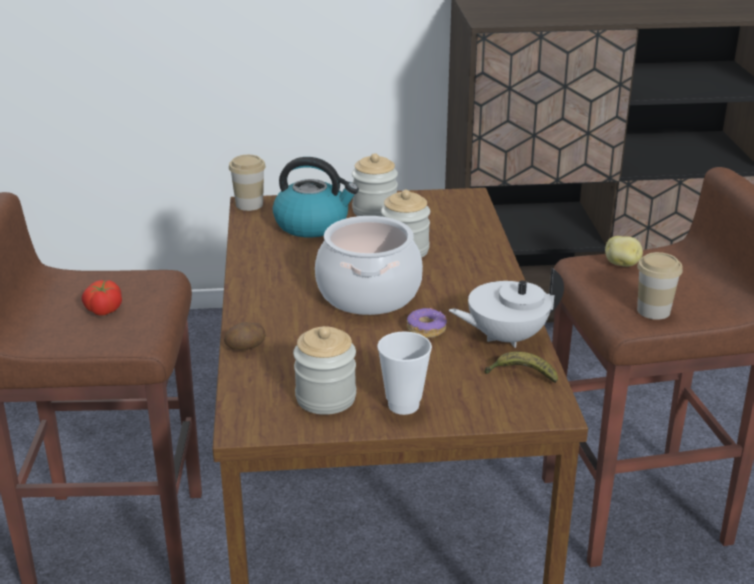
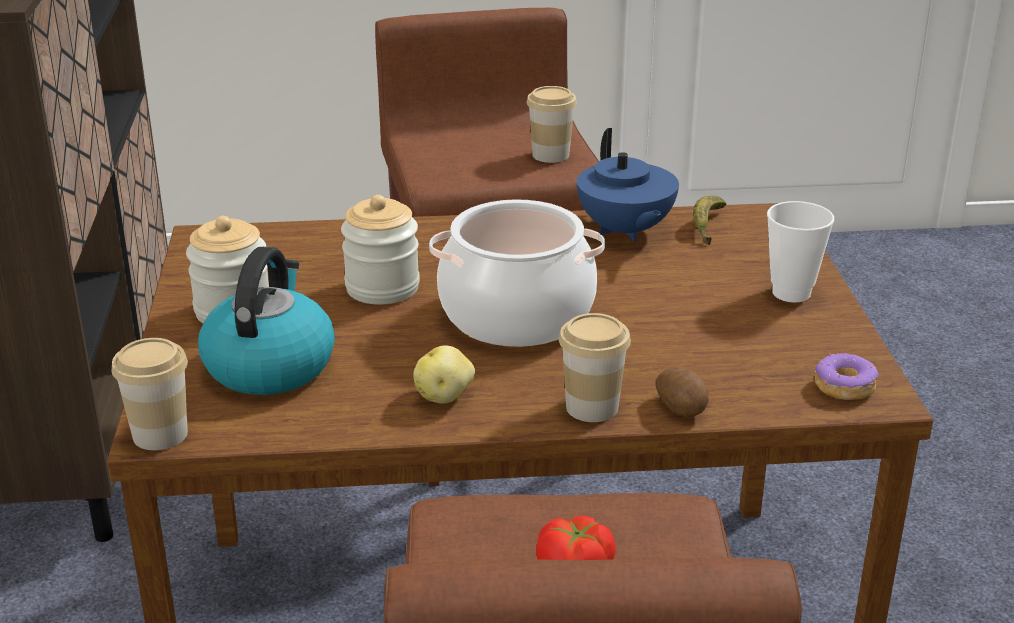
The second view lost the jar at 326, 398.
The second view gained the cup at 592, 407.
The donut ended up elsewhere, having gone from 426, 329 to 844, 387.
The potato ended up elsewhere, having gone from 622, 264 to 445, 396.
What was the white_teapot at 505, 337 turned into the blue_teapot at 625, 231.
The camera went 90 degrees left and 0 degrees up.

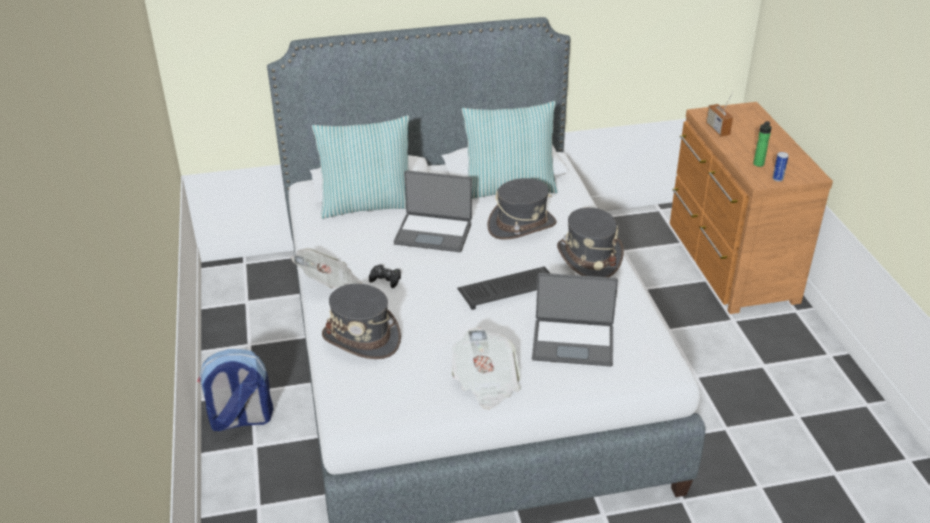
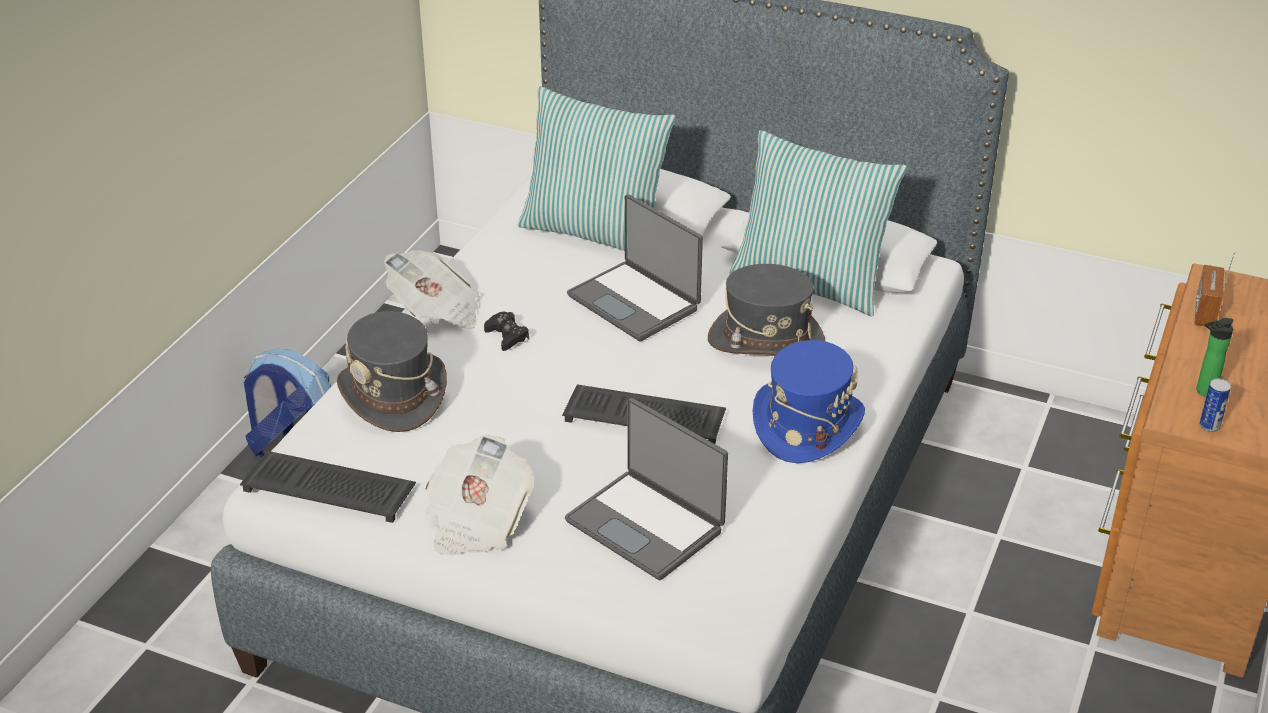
The second view gained the keyboard at 331, 487.
What was the grey_hat at 589, 258 turned into the blue_hat at 807, 425.
The camera went 35 degrees right and 0 degrees up.

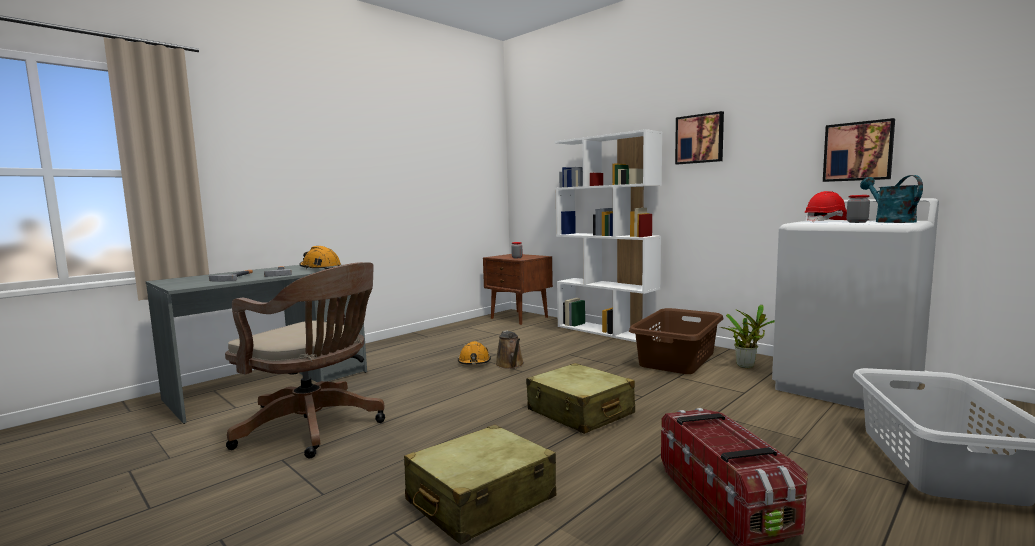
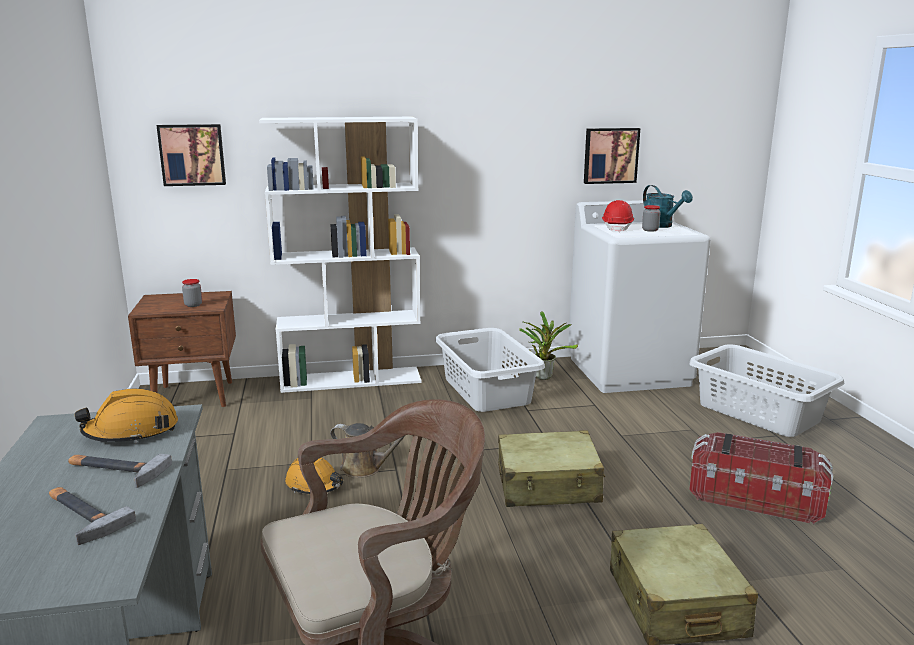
The picture ended up elsewhere, having gone from 700, 139 to 192, 154.
What was the brown_laundry_basket at 676, 359 turned into the grey_laundry_basket at 486, 391.
The turquoise_watering_can at 889, 221 ended up facing another way, 150 degrees counterclockwise from before.
The camera went 55 degrees left and 10 degrees up.

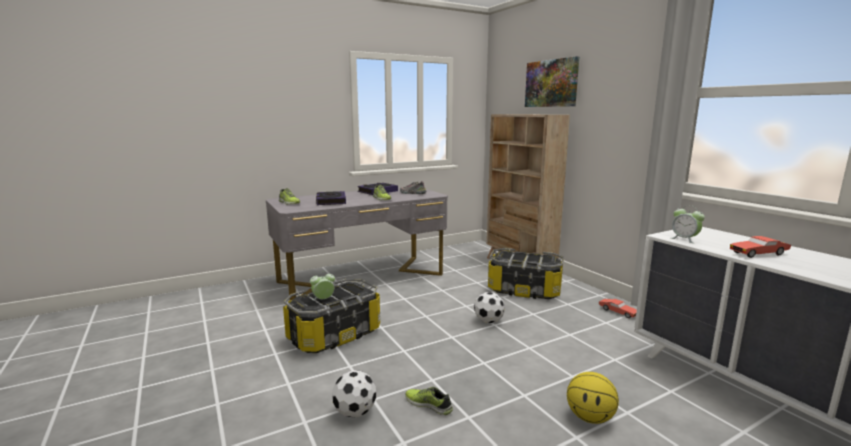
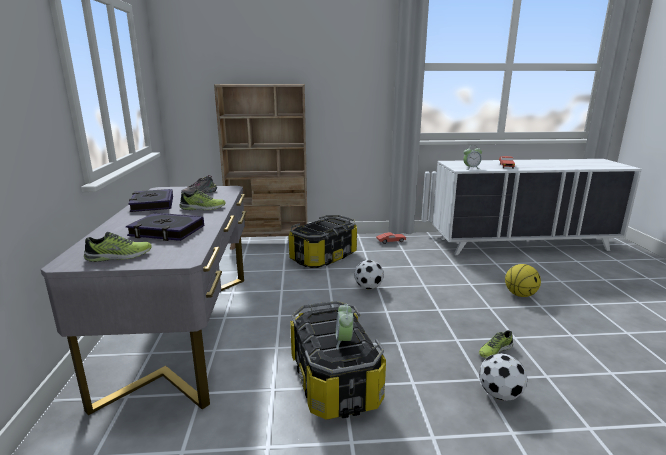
The second view lost the picture at 551, 83.
The camera went 65 degrees left and 5 degrees up.

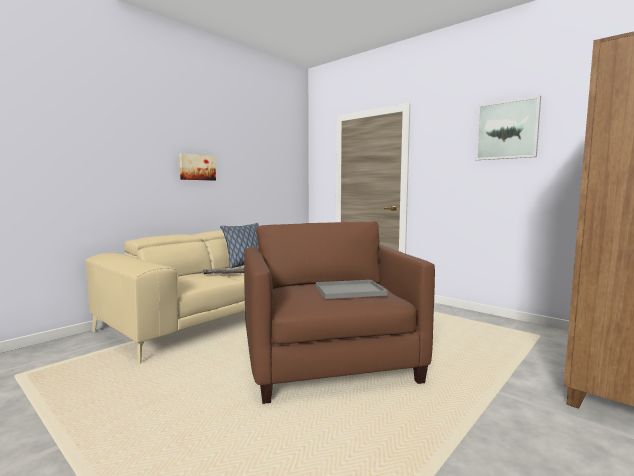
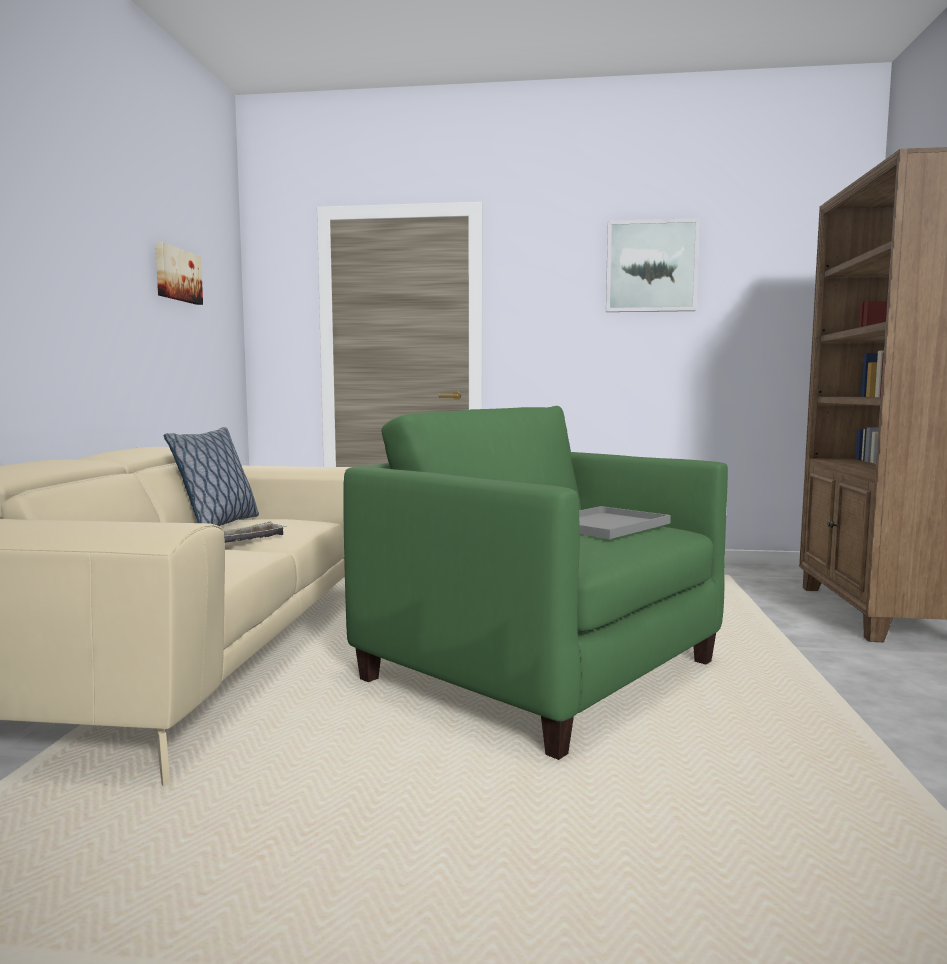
The picture ended up elsewhere, having gone from 197, 167 to 177, 275.
What was the brown_armchair at 329, 362 turned into the green_armchair at 542, 672.
The camera went 35 degrees left and 0 degrees up.

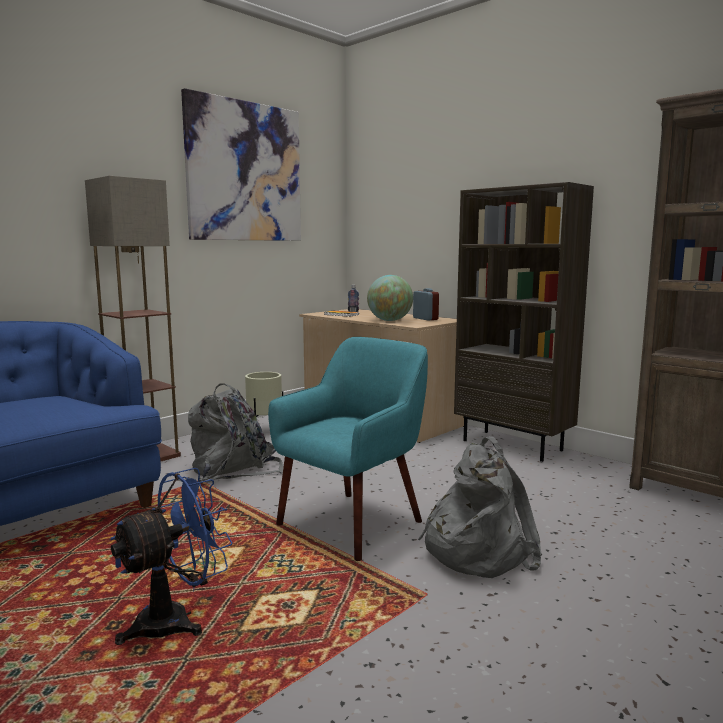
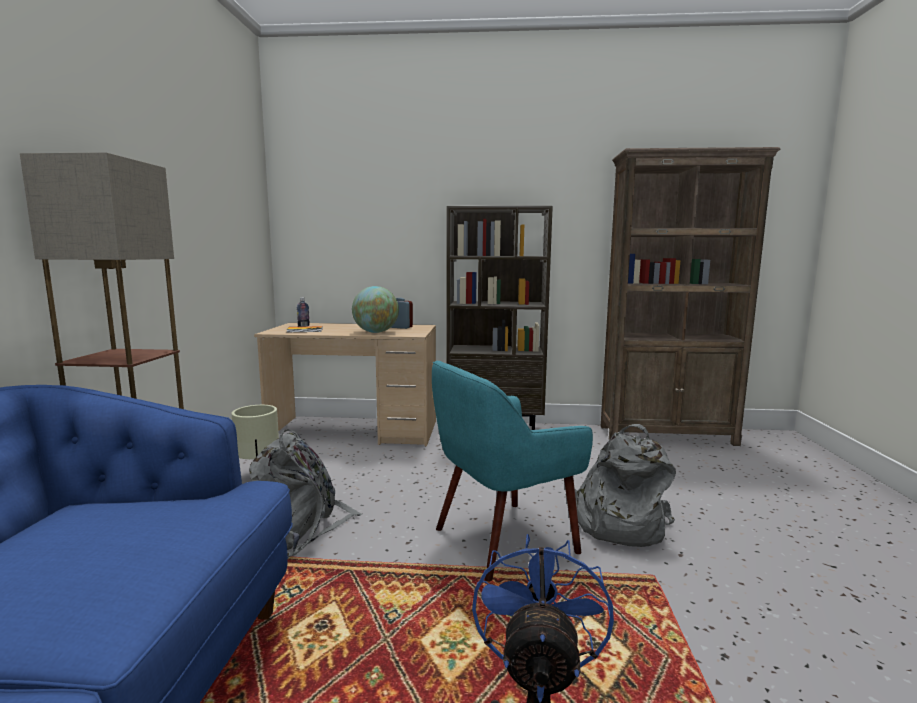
The second view lost the picture at 245, 172.
The turquoise_armchair at 352, 523 ended up facing another way, 120 degrees counterclockwise from before.
The camera went 40 degrees left and 0 degrees up.

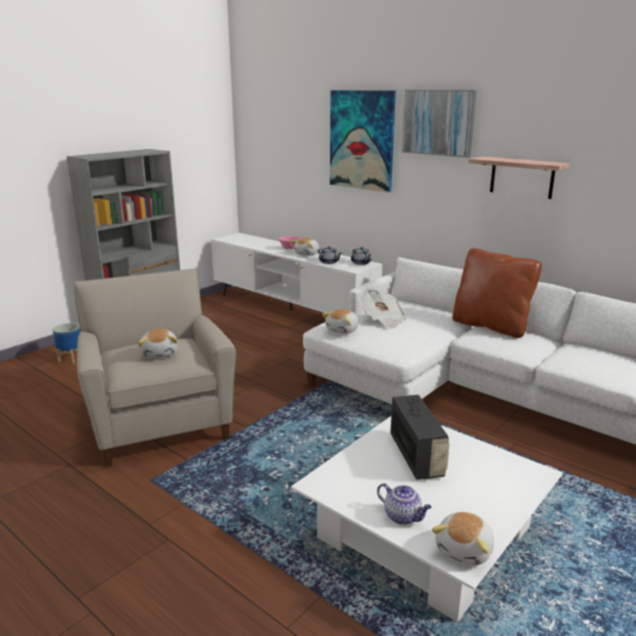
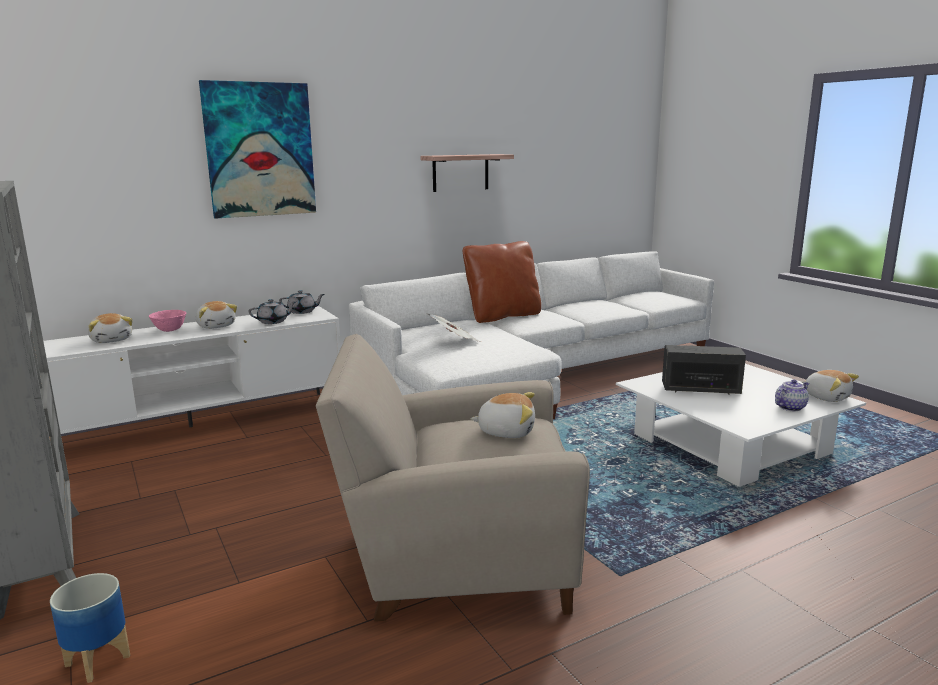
The second view lost the picture at 438, 122.
The plush_toy ended up elsewhere, having gone from 343, 330 to 112, 340.
The camera went 70 degrees left and 5 degrees down.

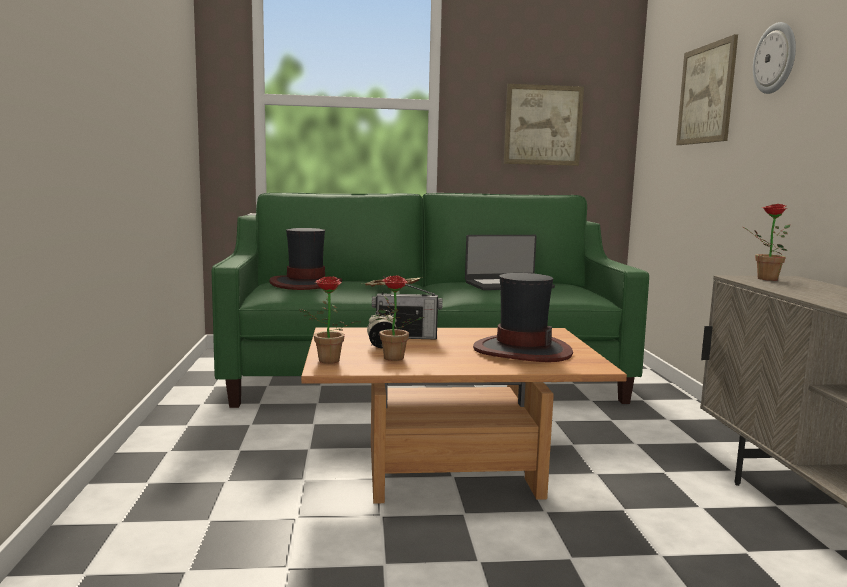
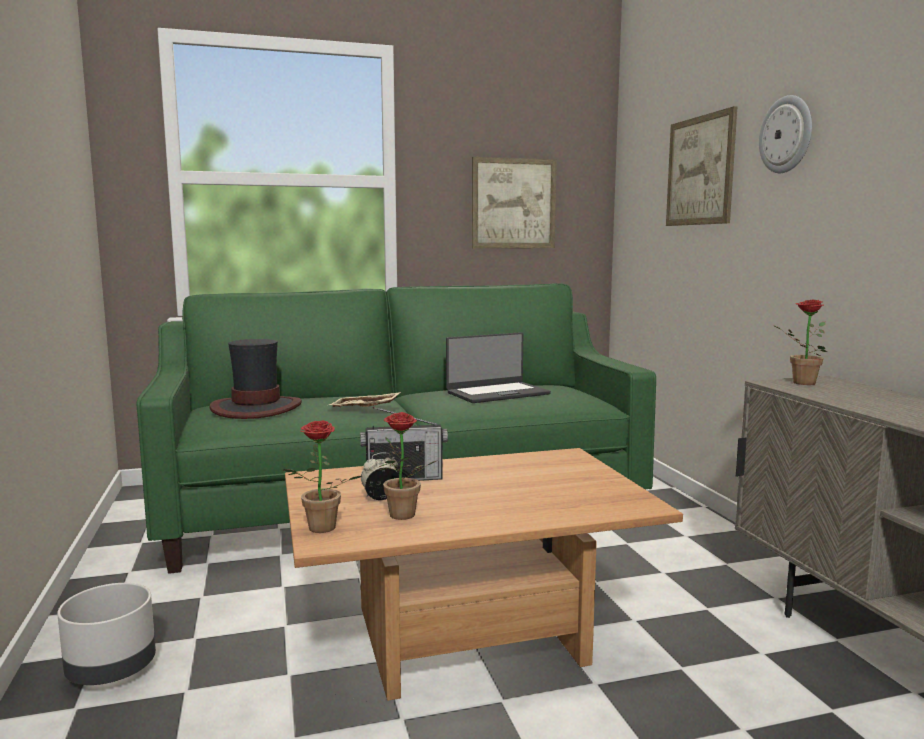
The second view lost the hat at 521, 350.
The second view gained the grey_planter at 111, 671.
The camera went 10 degrees left and 0 degrees up.

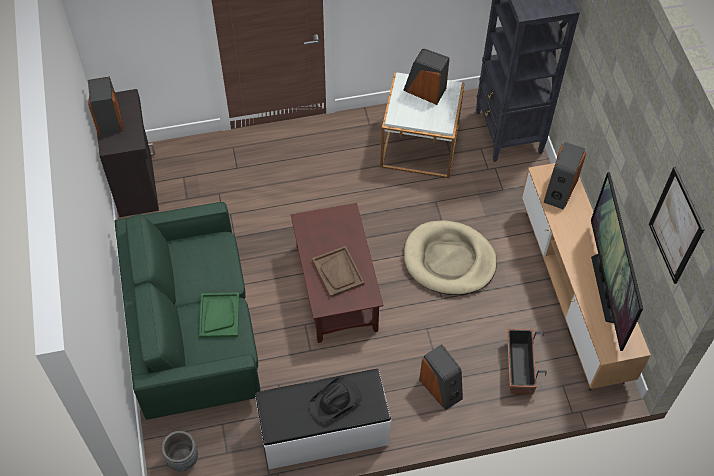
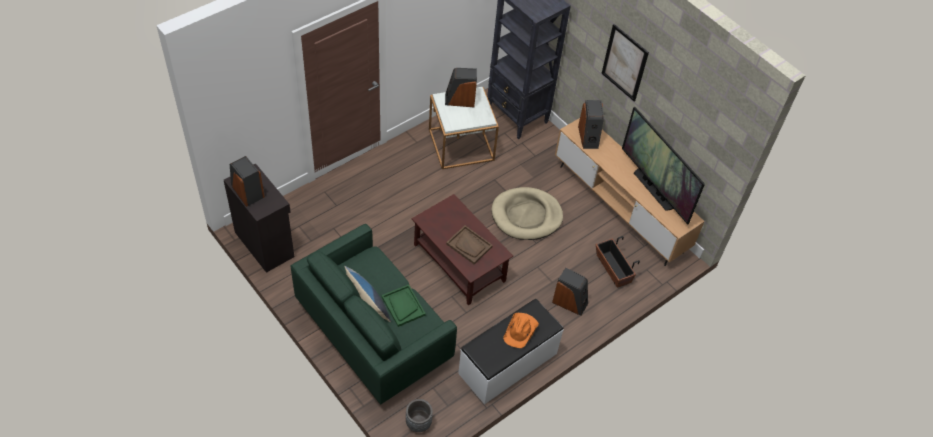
The second view gained the pillow at 367, 302.
The picture ended up elsewhere, having gone from 676, 226 to 624, 63.
What was the black_hat at 335, 401 turned into the orange_hat at 520, 331.
The camera went 30 degrees left and 5 degrees down.

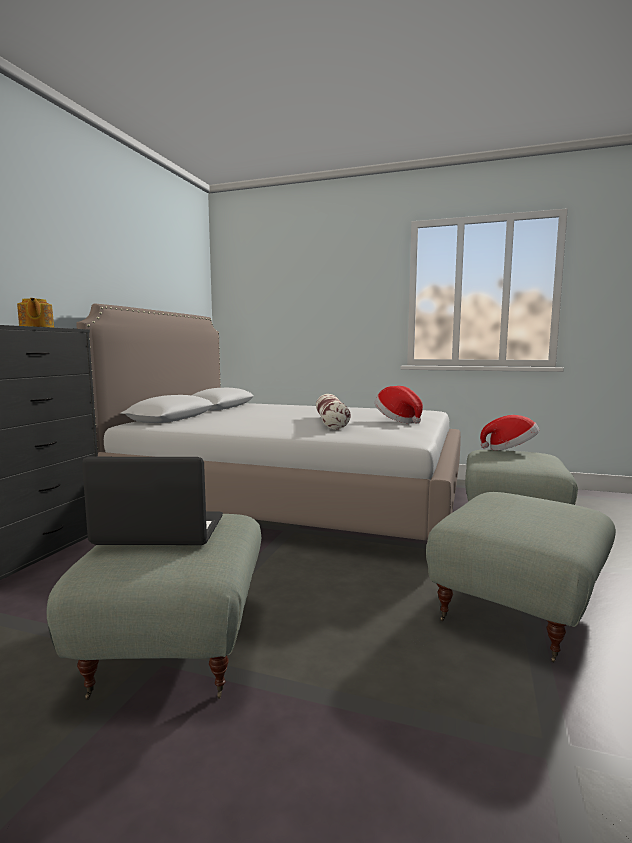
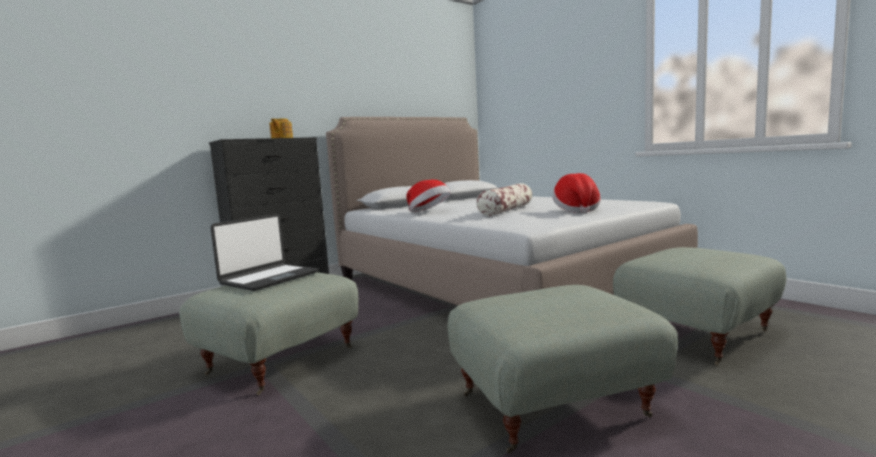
The hat ended up elsewhere, having gone from 510, 449 to 429, 212.
The laptop at 160, 531 ended up facing another way, 90 degrees clockwise from before.
The camera went 35 degrees right and 0 degrees up.

